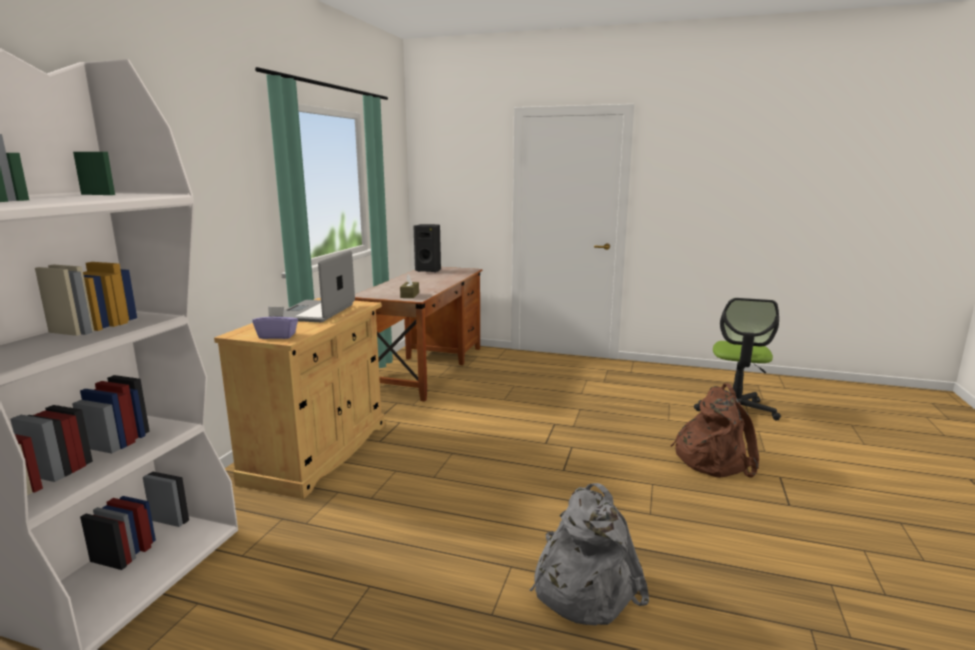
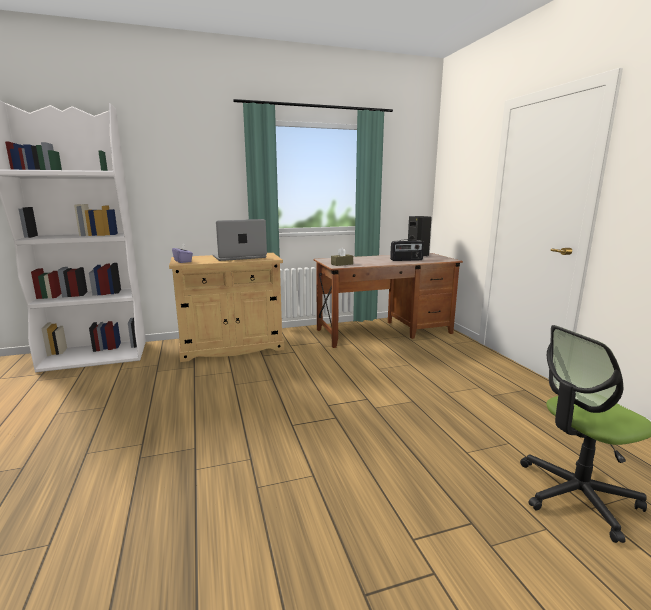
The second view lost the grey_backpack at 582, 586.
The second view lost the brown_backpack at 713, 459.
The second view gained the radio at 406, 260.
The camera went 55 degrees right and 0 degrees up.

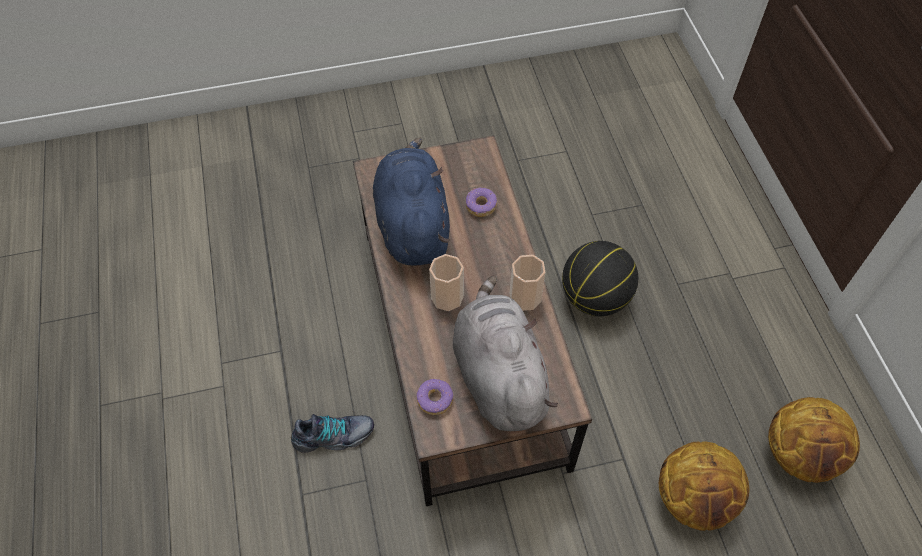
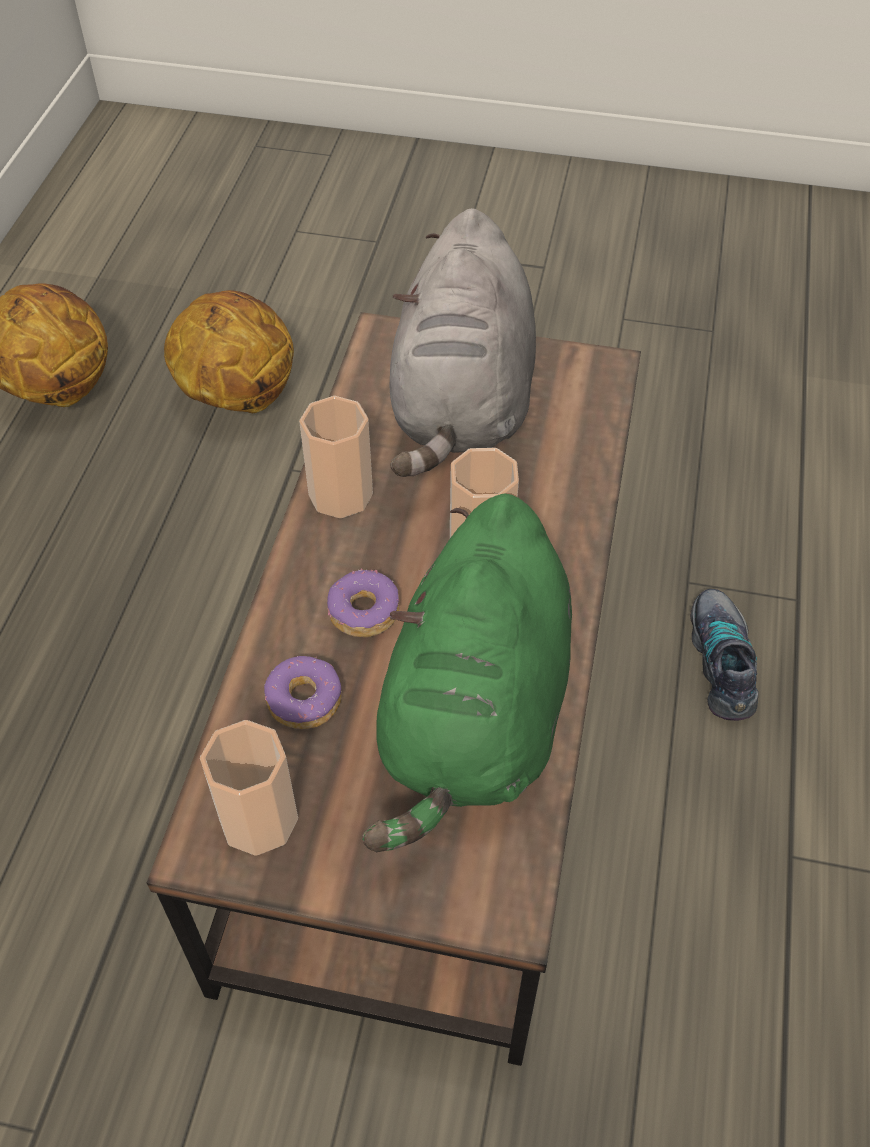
The second view lost the basketball at 595, 298.
The second view gained the cup at 259, 819.
The donut ended up elsewhere, having gone from 435, 399 to 363, 612.
What was the blue_plush_toy at 412, 224 turned into the green_plush_toy at 475, 718.
The shoe at 334, 436 ended up facing another way, 75 degrees clockwise from before.
The camera went 155 degrees left and 5 degrees down.

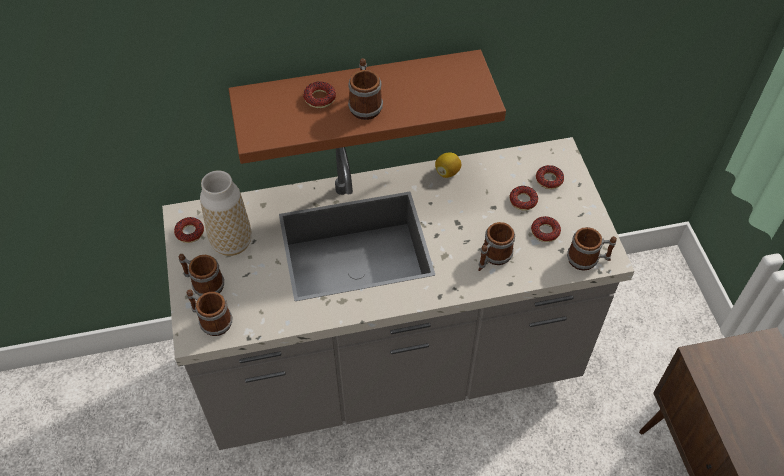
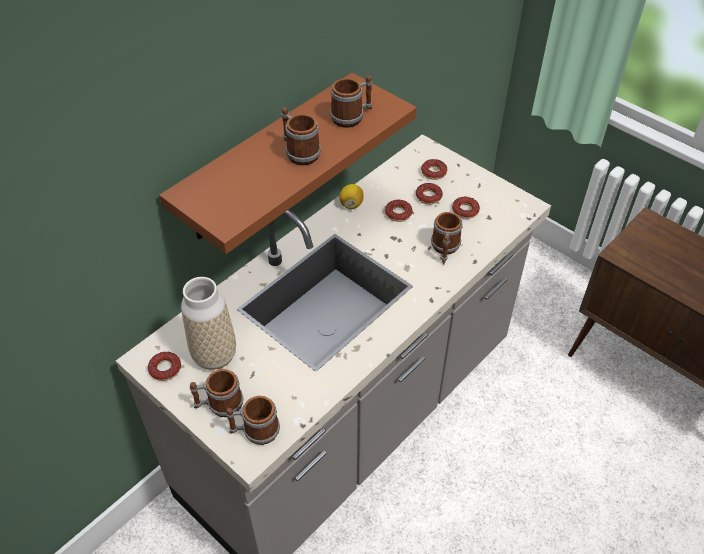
The donut ended up elsewhere, having gone from 319, 98 to 398, 213.
The mug ended up elsewhere, having gone from 588, 259 to 352, 116.
The camera went 35 degrees left and 5 degrees down.

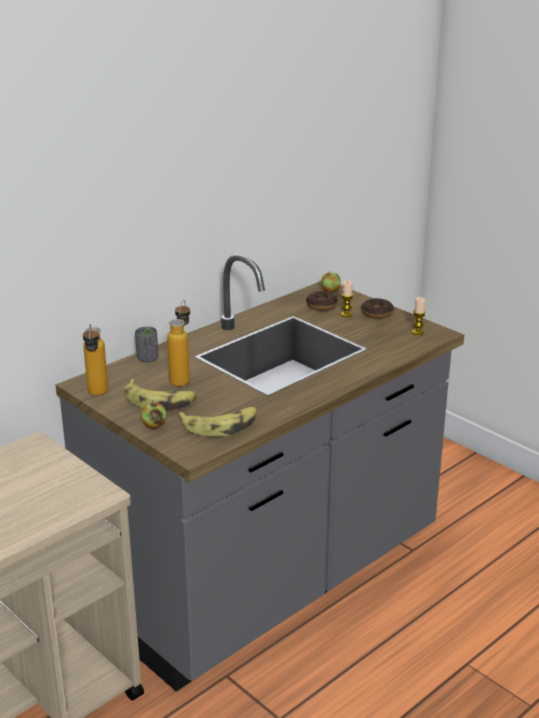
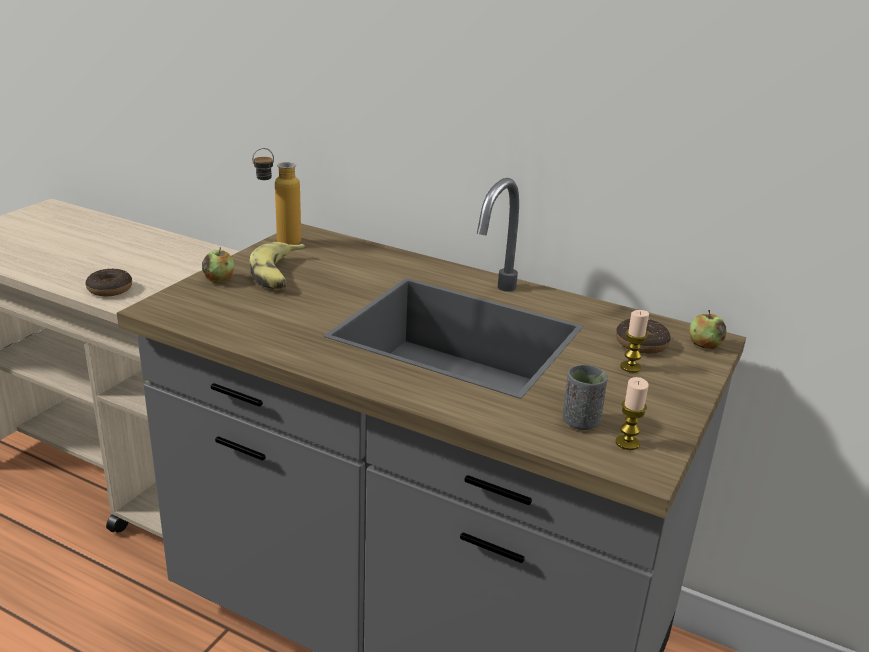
The second view lost the bottle at 182, 378.
The second view lost the banana at 220, 426.
The grey_cup ended up elsewhere, having gone from 147, 358 to 580, 421.
The donut ended up elsewhere, having gone from 377, 313 to 110, 289.
The camera went 70 degrees right and 0 degrees up.

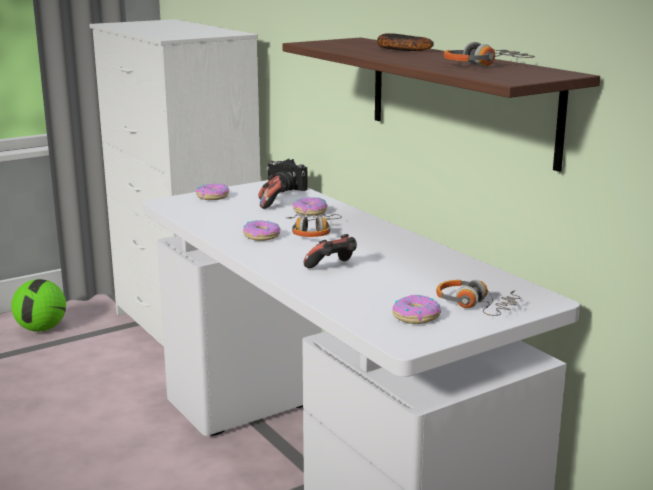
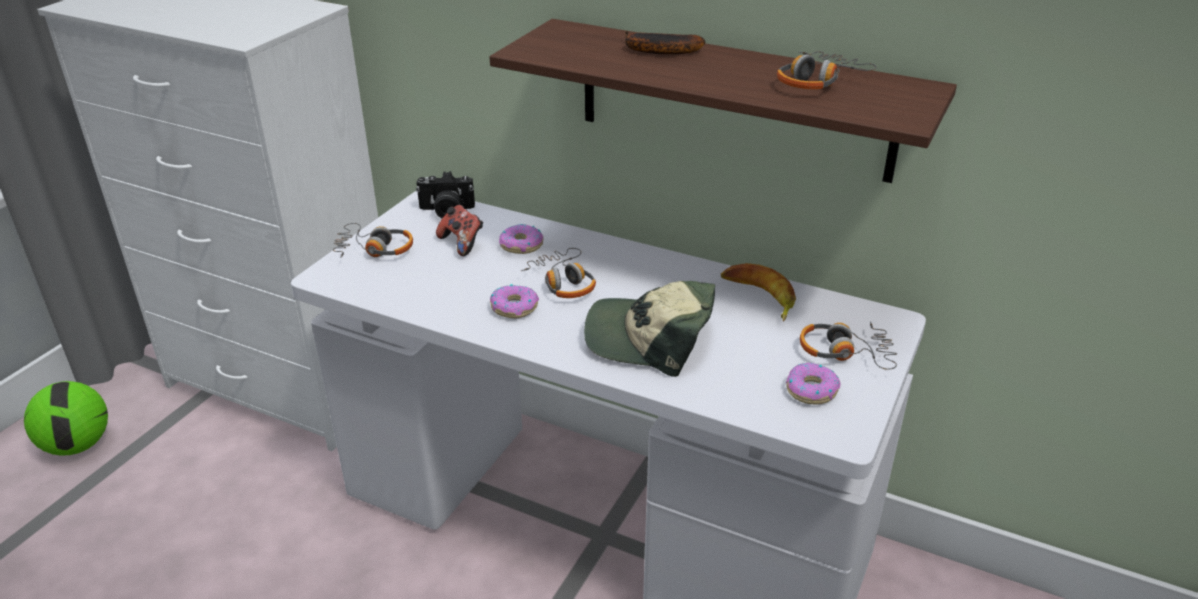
The second view gained the banana at 758, 297.
Where the donut stood at 213, 197, the headphones came to stand at 374, 249.
Where the game_controller stood at 333, 268, the cap came to stand at 650, 338.
The camera went 30 degrees left and 15 degrees up.

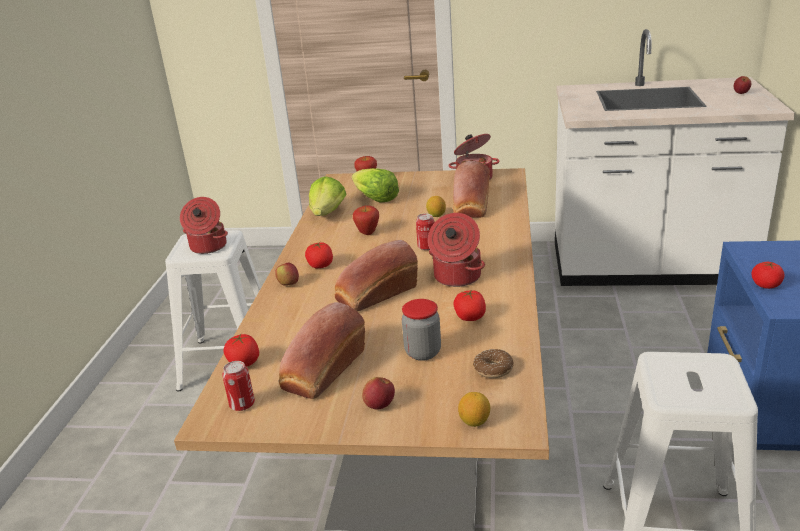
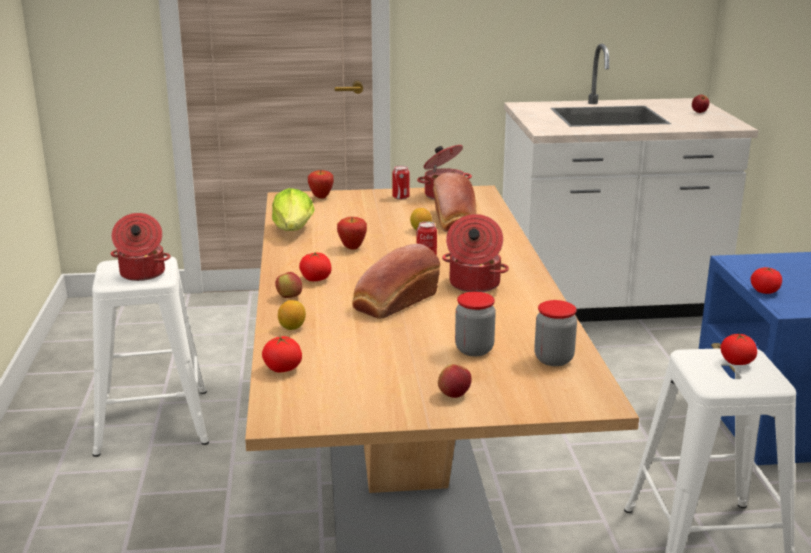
The second view lost the bread at 322, 371.
The second view lost the lettuce at 375, 199.
The can ended up elsewhere, having gone from 242, 404 to 401, 197.
The tomato ended up elsewhere, having gone from 470, 317 to 737, 362.
The lemon ended up elsewhere, having gone from 474, 421 to 292, 327.
Where the donut stood at 493, 369, the jar came to stand at 553, 359.
The camera went 15 degrees left and 5 degrees down.

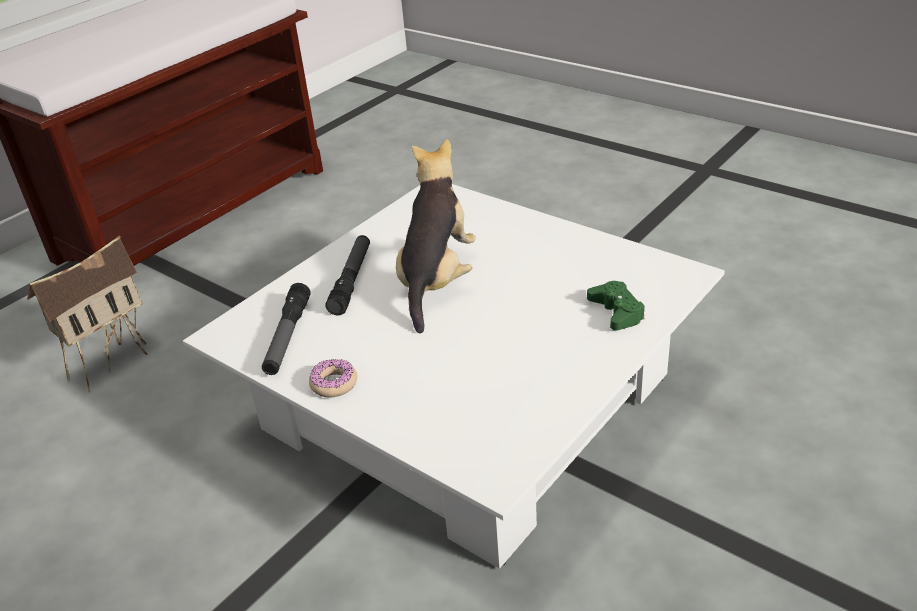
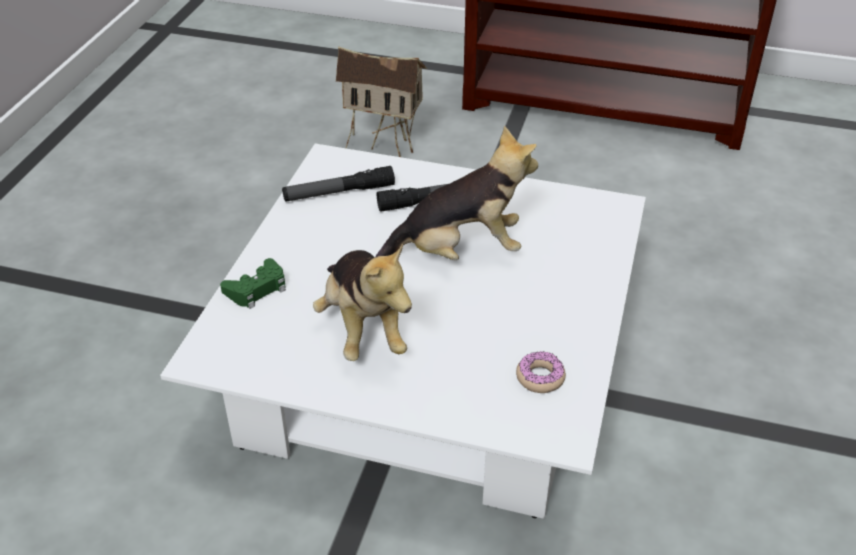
The second view gained the plush_toy at 363, 328.
The donut ended up elsewhere, having gone from 334, 384 to 540, 377.
The green_game_controller ended up elsewhere, having gone from 616, 312 to 257, 289.
The camera went 65 degrees right and 5 degrees up.

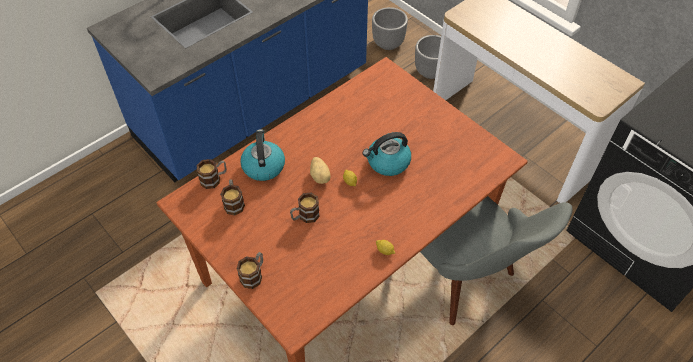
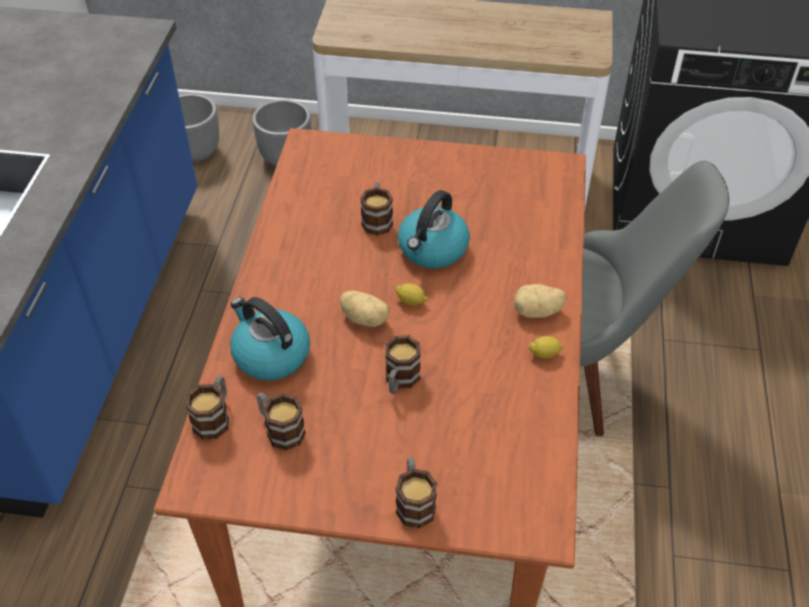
The second view gained the mug at 377, 219.
The second view gained the potato at 537, 312.
The camera went 40 degrees left and 5 degrees down.

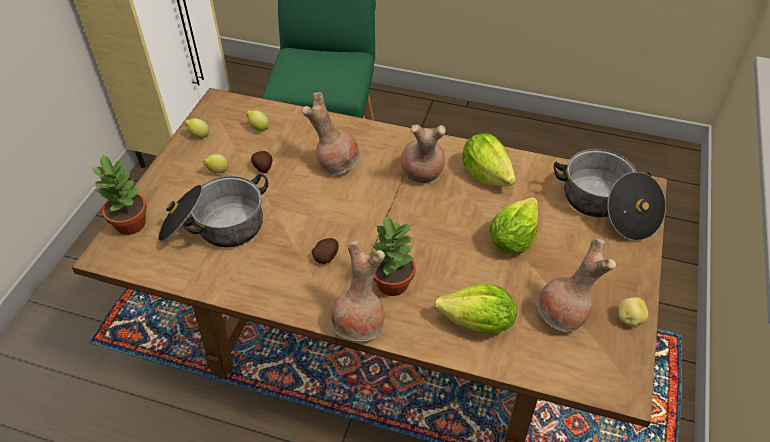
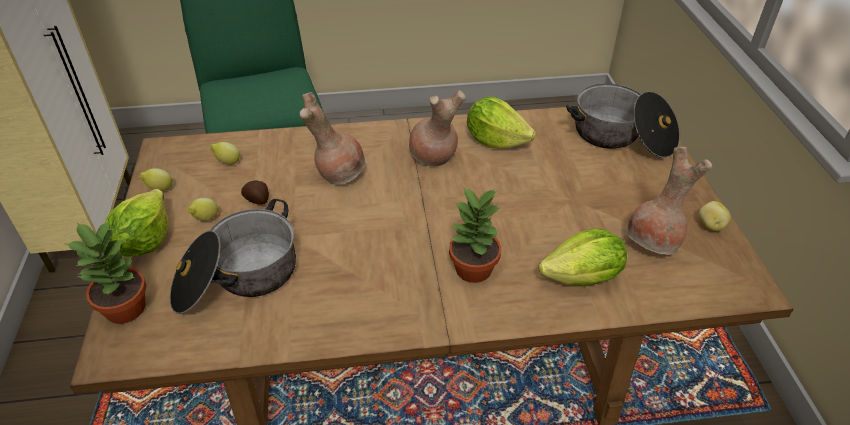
The second view lost the potato at 327, 257.
The second view lost the brown_vase at 360, 325.
The lettuce ended up elsewhere, having gone from 512, 240 to 145, 241.
The camera went 25 degrees left and 5 degrees down.

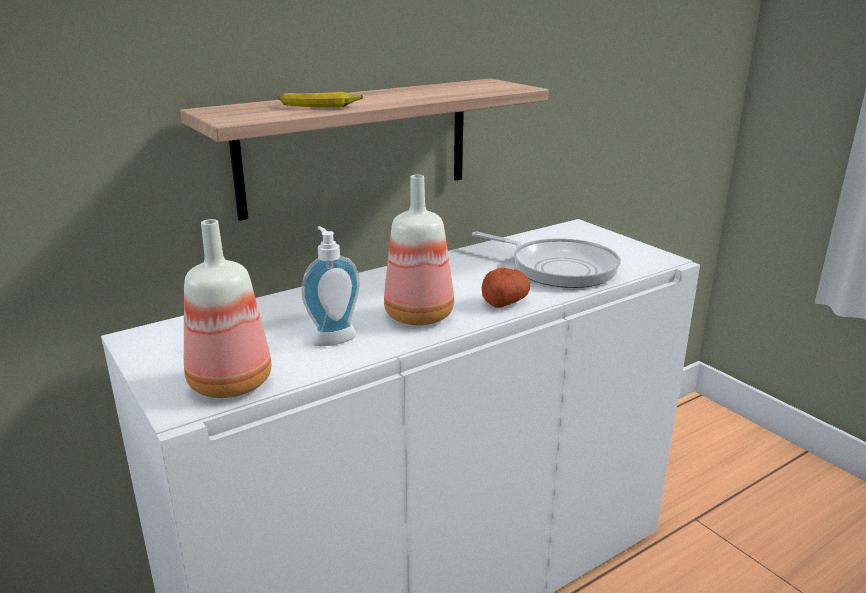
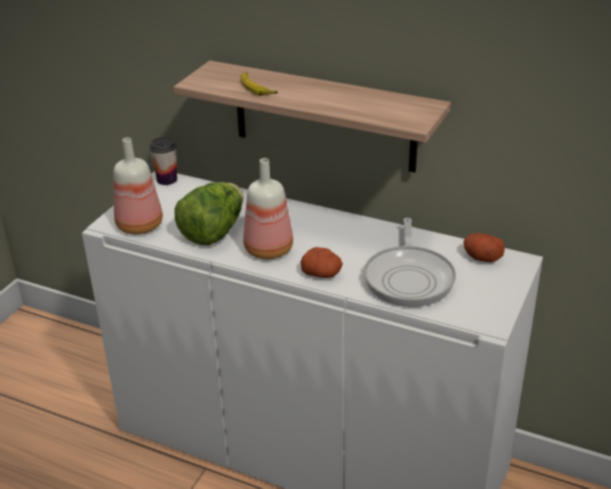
The second view gained the cup at 167, 180.
The second view gained the potato at 481, 257.
Where the soap_dispenser stood at 332, 337, the lettuce came to stand at 213, 232.
The camera went 60 degrees right and 10 degrees up.

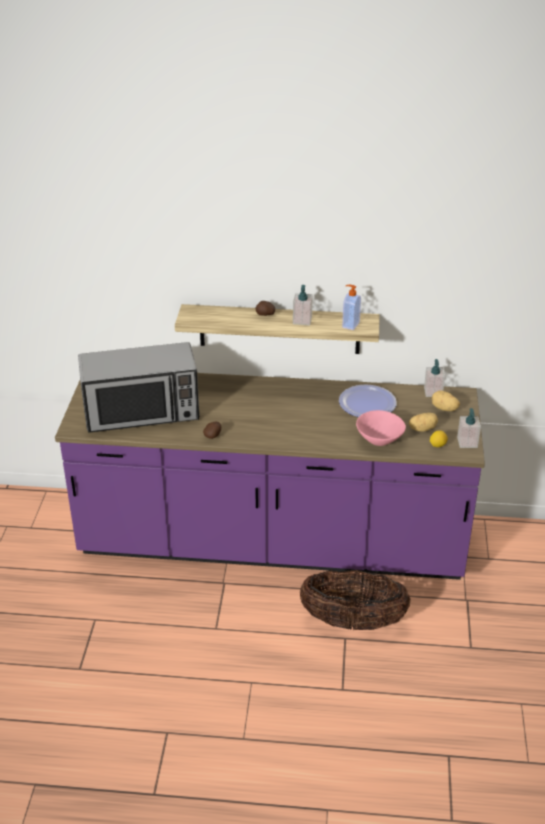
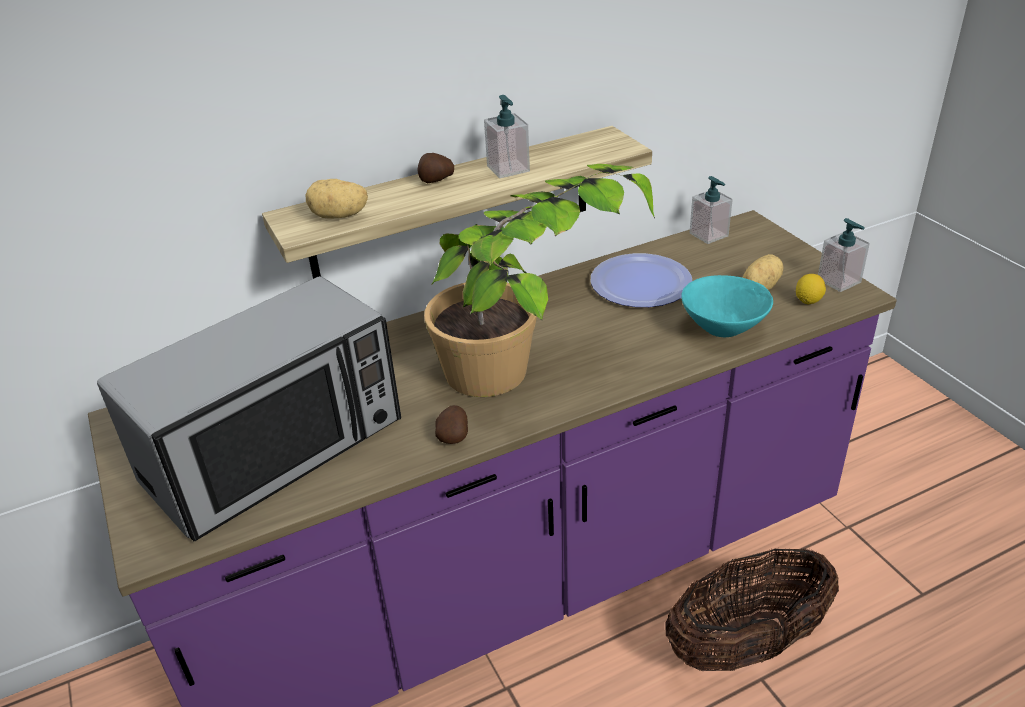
The second view lost the soap_dispenser at 350, 325.
The second view gained the potted_plant at 530, 367.
The potato ended up elsewhere, having gone from 444, 409 to 339, 216.
What was the pink_bowl at 379, 440 turned into the turquoise_bowl at 724, 328.
The camera went 30 degrees left and 0 degrees up.

